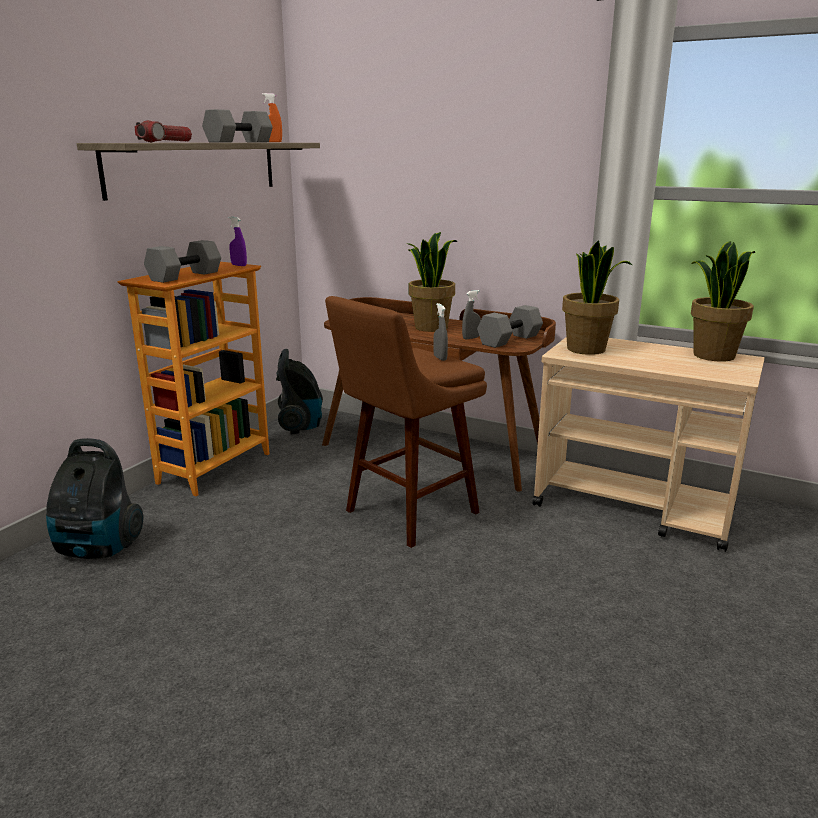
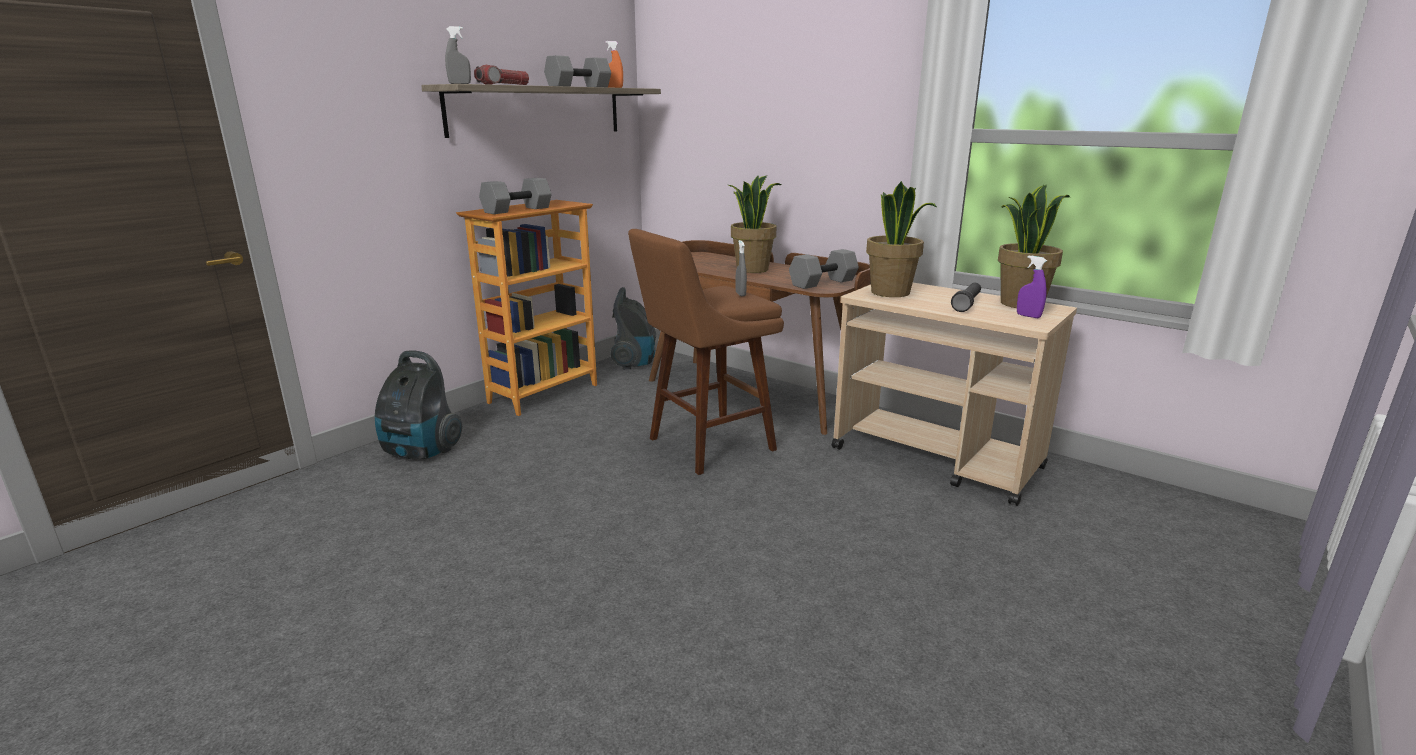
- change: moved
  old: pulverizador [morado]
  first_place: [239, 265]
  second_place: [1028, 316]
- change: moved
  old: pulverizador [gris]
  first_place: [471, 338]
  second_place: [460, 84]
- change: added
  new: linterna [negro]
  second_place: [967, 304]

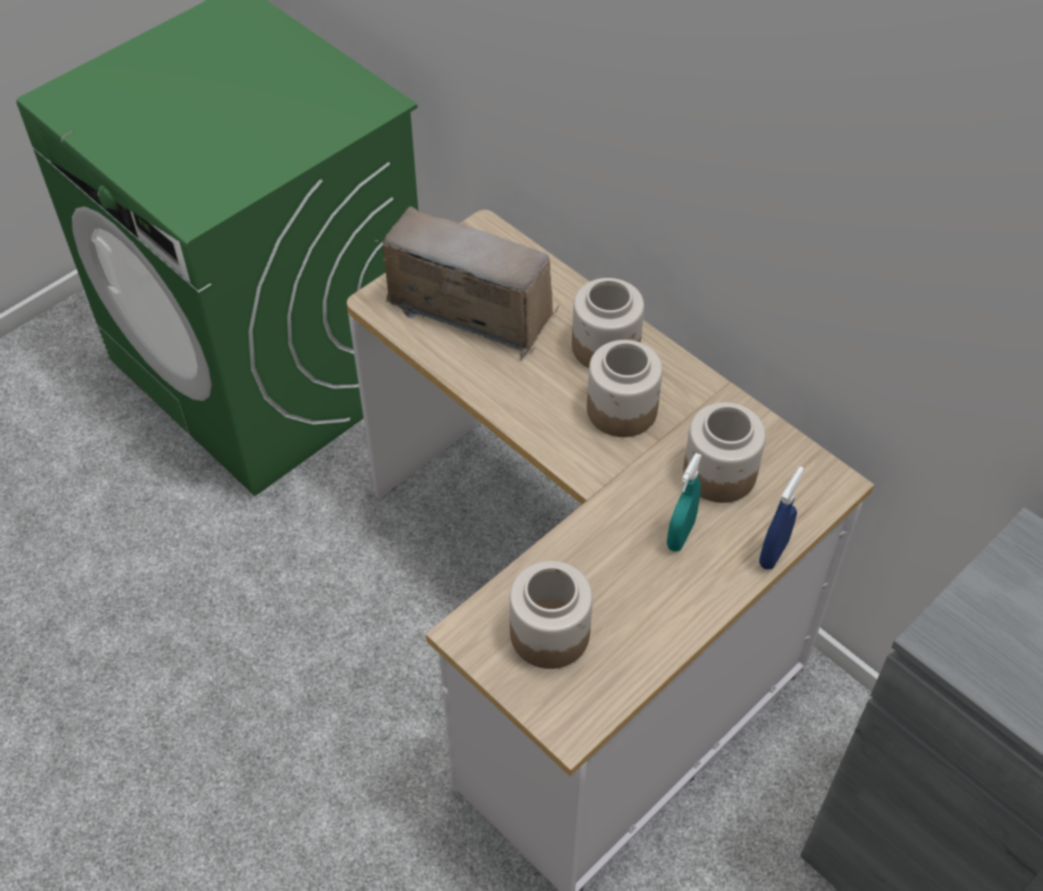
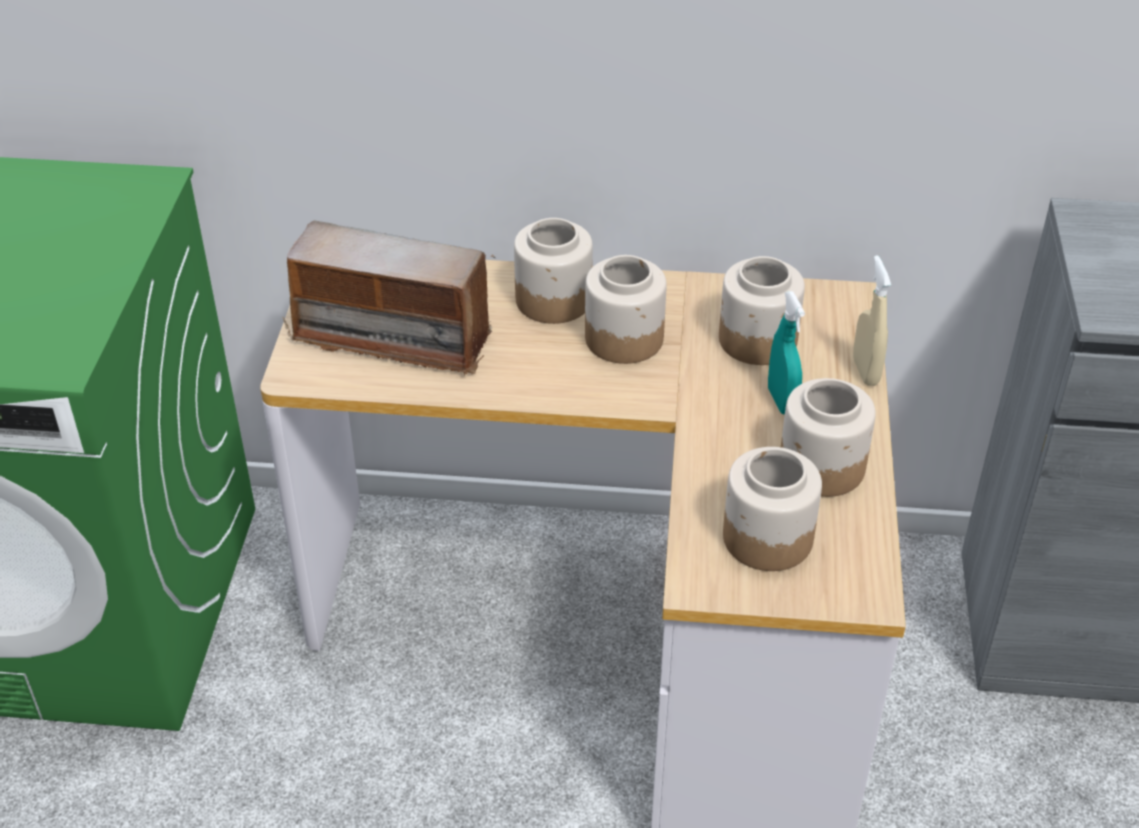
- change: turned
  old: radio
  first_place: [468, 311]
  second_place: [394, 337]
  degrees: -150
- change: recoloured
  old: pulverizador [azul]
  new: pulverizador [beis]
  first_place: [773, 553]
  second_place: [865, 371]
- change: added
  new: tarro
  second_place: [821, 467]

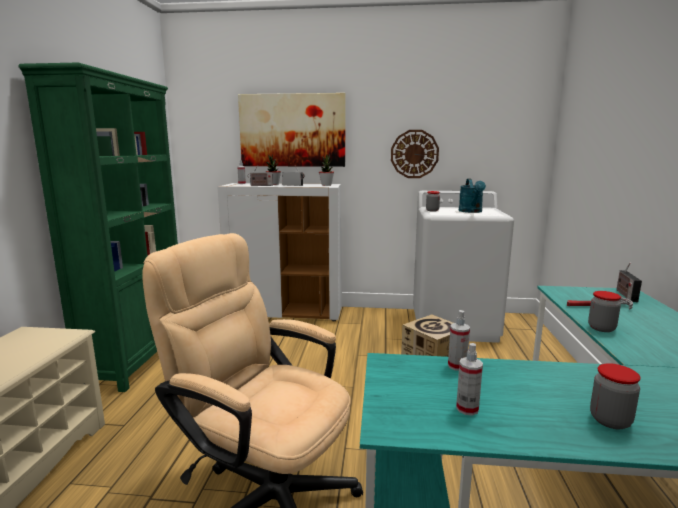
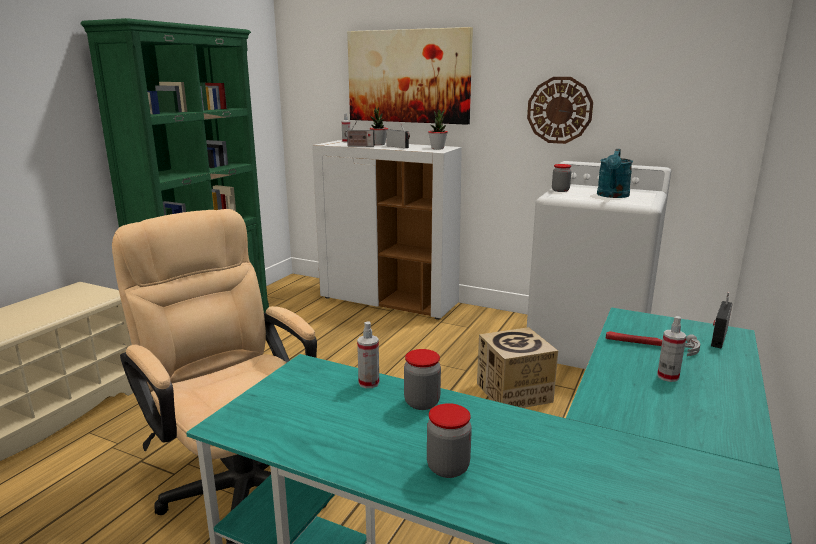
- change: moved
  old: tarro
  first_place: [601, 328]
  second_place: [422, 402]
- change: moved
  old: pulverizador
  first_place: [467, 408]
  second_place: [668, 376]

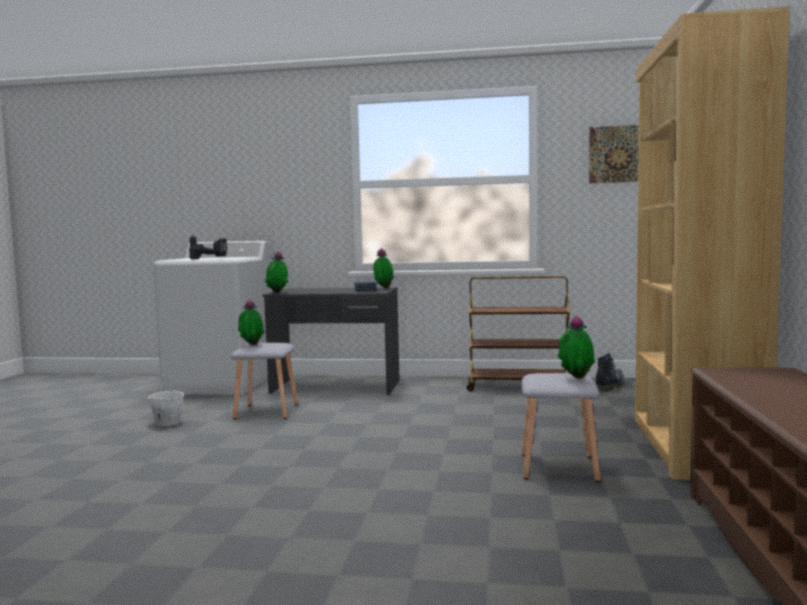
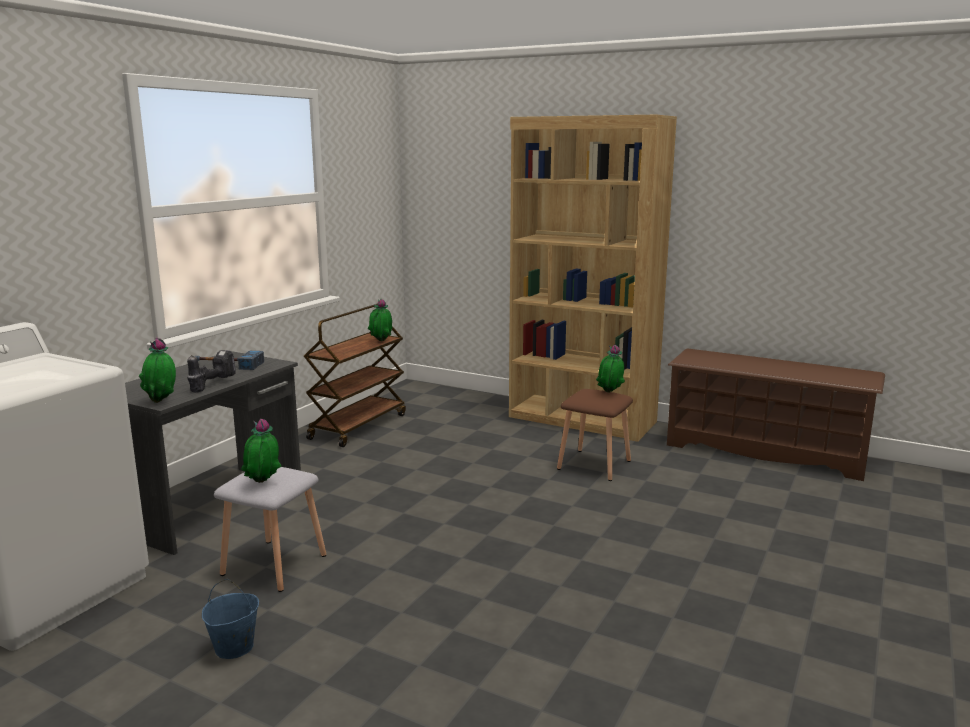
- change: removed
  old: cuadro
  first_place: [617, 154]
- change: moved
  old: taladro
  first_place: [210, 259]
  second_place: [212, 384]
- change: moved
  old: planta en maceta
  first_place: [383, 288]
  second_place: [381, 341]
- change: removed
  old: bota
  first_place: [610, 385]
- change: recoloured
  old: taburete [gris]
  new: taburete [marrón]
  first_place: [559, 468]
  second_place: [595, 465]
- change: recoloured
  old: cubo [blanco]
  new: cubo [azul]
  first_place: [167, 423]
  second_place: [234, 648]

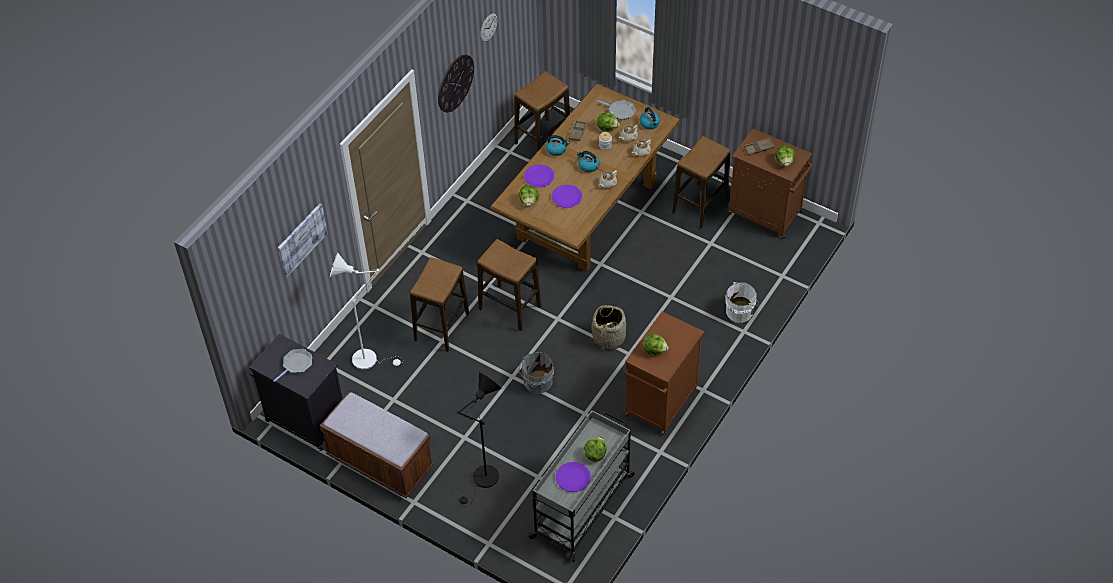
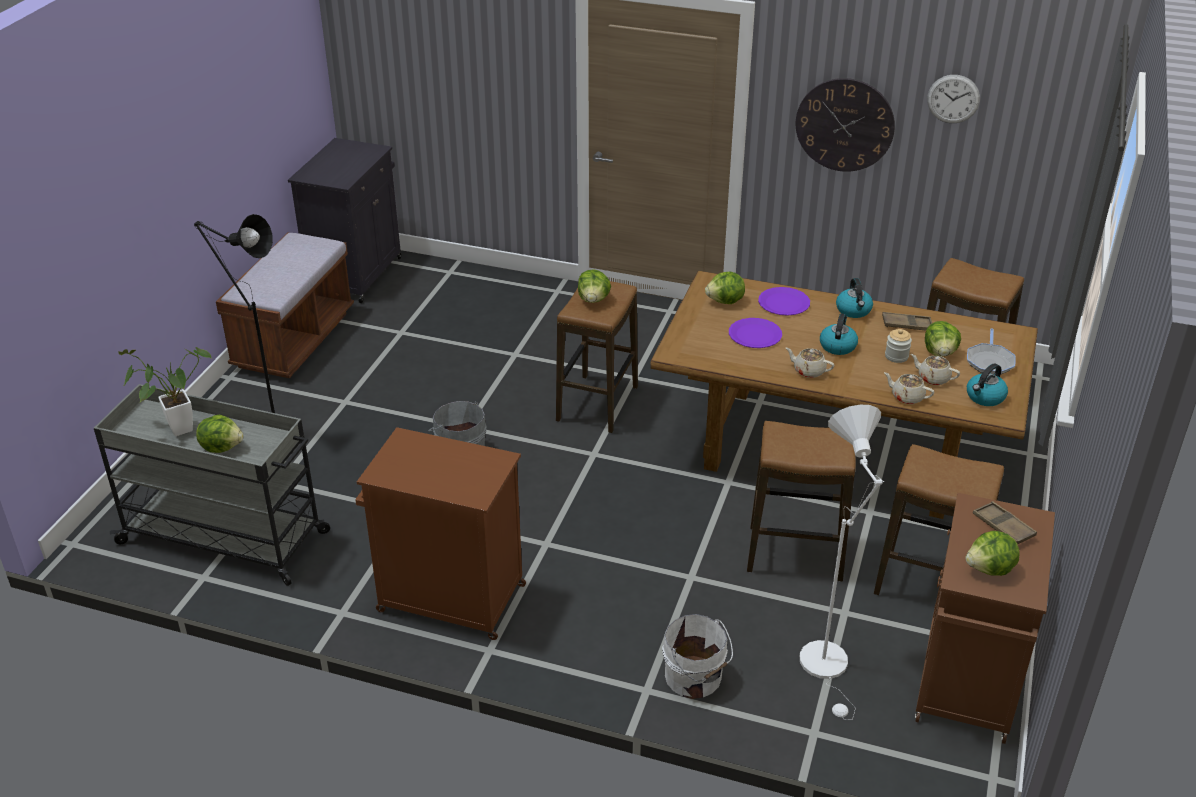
- change: removed
  old: cuadro
  first_place: [301, 239]
- change: moved
  old: lámpara de pie [blanco]
  first_place: [369, 359]
  second_place: [828, 668]
- change: moved
  old: taburete
  first_place: [442, 327]
  second_place: [795, 554]
- change: removed
  old: cesta
  first_place: [609, 337]
- change: moved
  old: lechuga
  first_place: [654, 350]
  second_place: [593, 300]
- change: removed
  old: sartén
  first_place: [296, 364]
- change: replaced
  old: plato [morado]
  new: planta en maceta
  first_place: [573, 477]
  second_place: [175, 431]

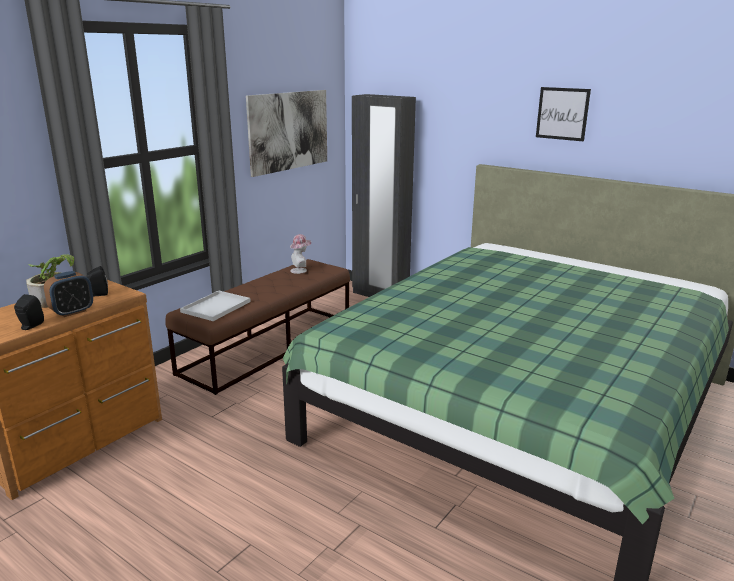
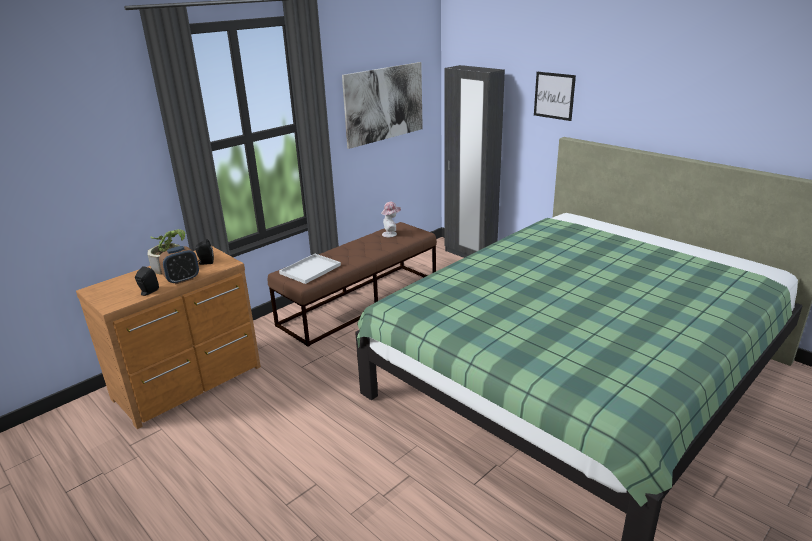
- change: moved
  old: cuadro
  first_place: [562, 113]
  second_place: [554, 96]

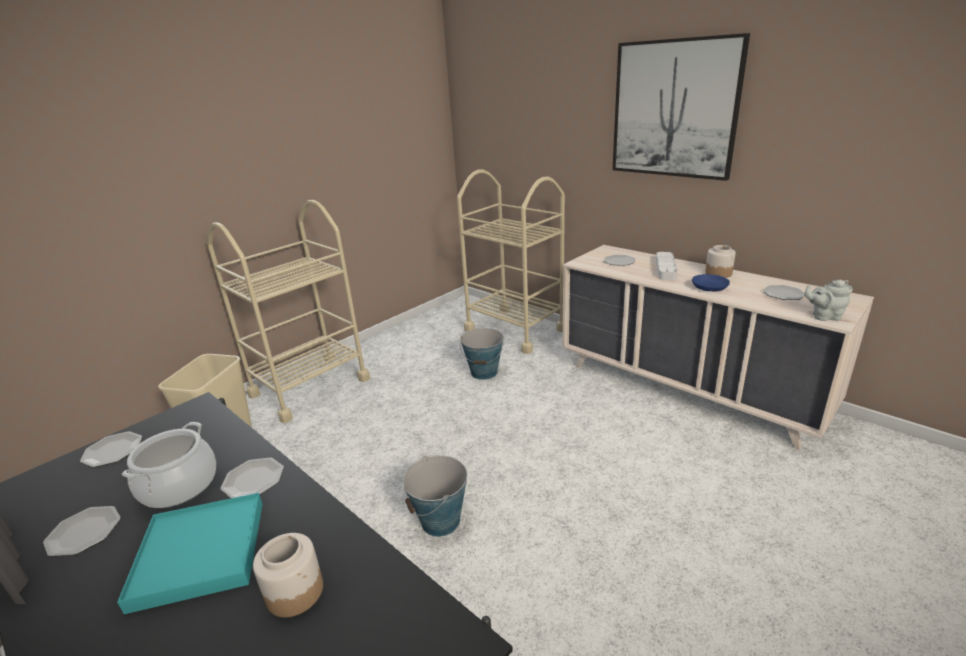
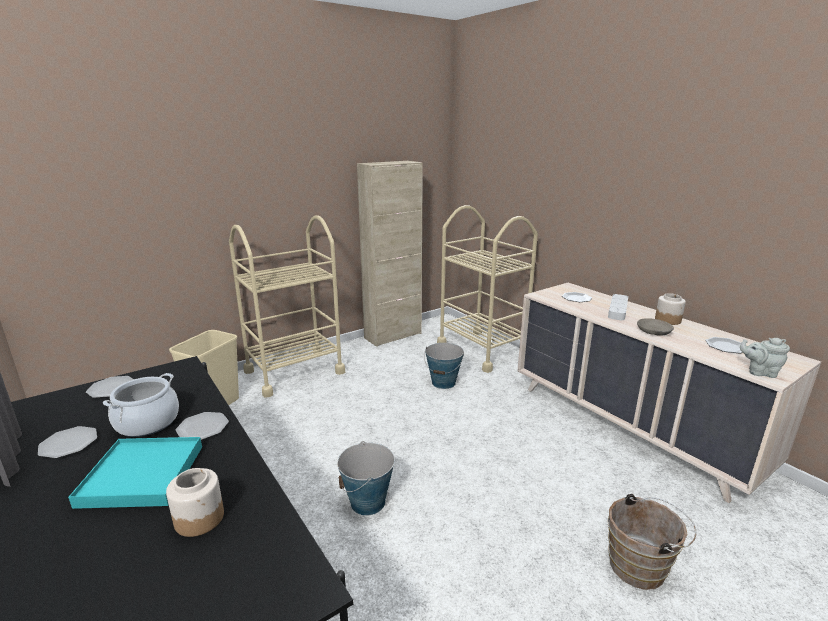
- change: removed
  old: cuadro
  first_place: [674, 109]
- change: recoloured
  old: cuenco [azul]
  new: cuenco [gris]
  first_place: [709, 288]
  second_place: [654, 332]
- change: added
  new: armario [beis]
  second_place: [393, 336]
- change: added
  new: cubo [marrón]
  second_place: [641, 566]

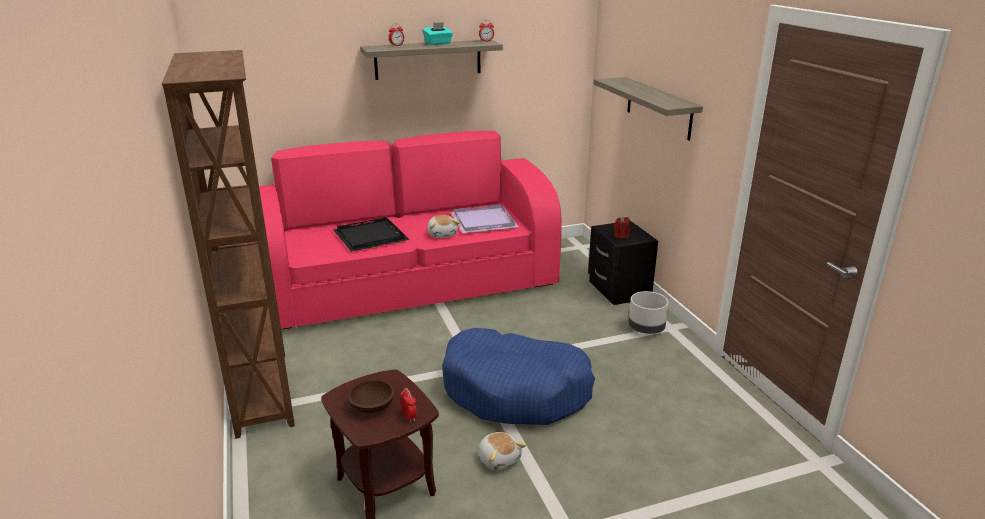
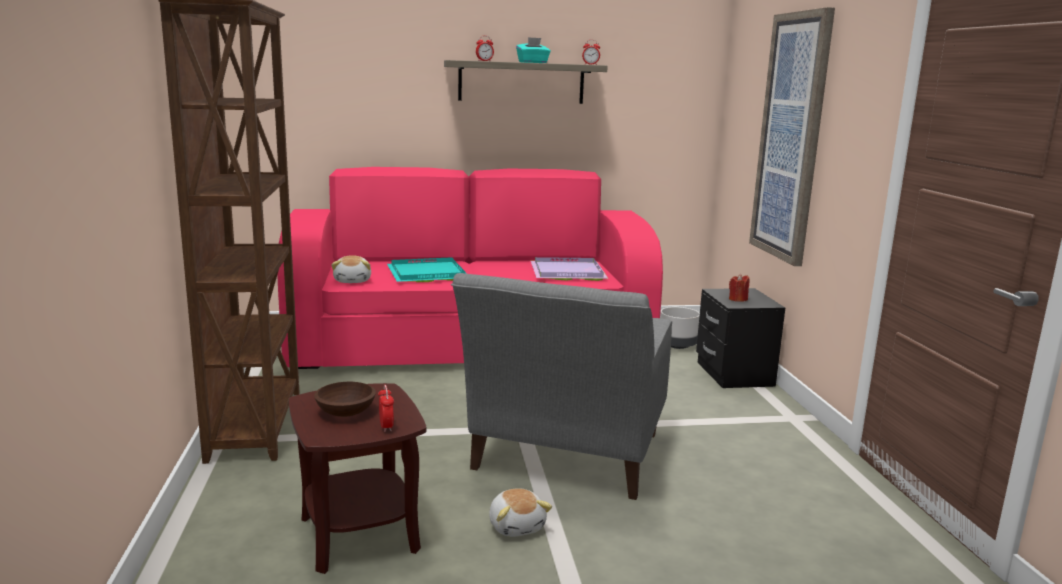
- change: replaced
  old: estante
  new: cuadro
  first_place: [658, 107]
  second_place: [791, 137]
- change: moved
  old: peluche
  first_place: [442, 234]
  second_place: [353, 281]
- change: recoloured
  old: bandeja [negro]
  new: bandeja [turquesa]
  first_place: [372, 237]
  second_place: [429, 274]
- change: moved
  old: maceta [gris]
  first_place: [646, 328]
  second_place: [677, 346]
- change: replaced
  old: cama para perro [azul]
  new: sillón [gris]
  first_place: [516, 391]
  second_place: [565, 458]

